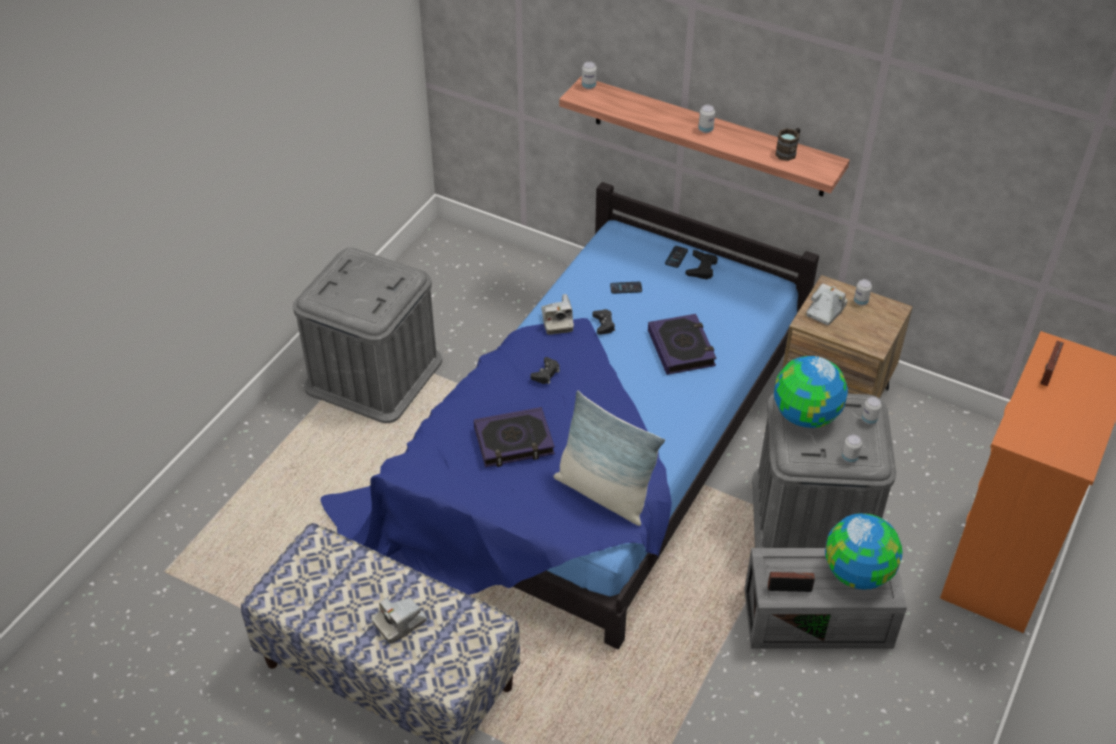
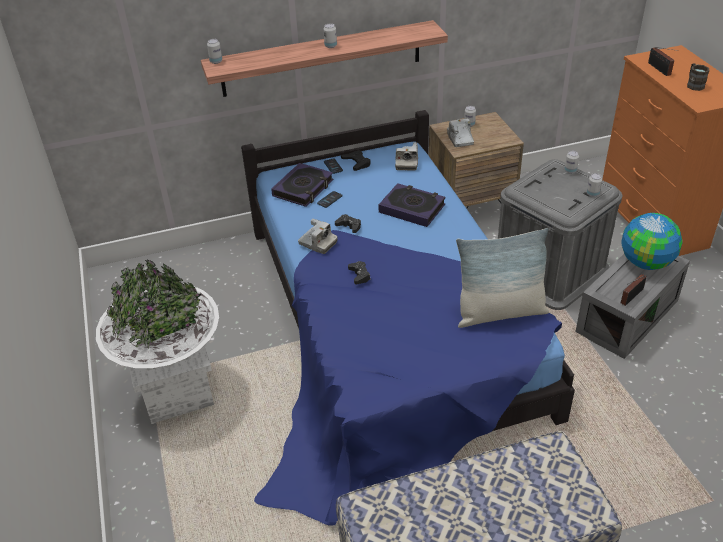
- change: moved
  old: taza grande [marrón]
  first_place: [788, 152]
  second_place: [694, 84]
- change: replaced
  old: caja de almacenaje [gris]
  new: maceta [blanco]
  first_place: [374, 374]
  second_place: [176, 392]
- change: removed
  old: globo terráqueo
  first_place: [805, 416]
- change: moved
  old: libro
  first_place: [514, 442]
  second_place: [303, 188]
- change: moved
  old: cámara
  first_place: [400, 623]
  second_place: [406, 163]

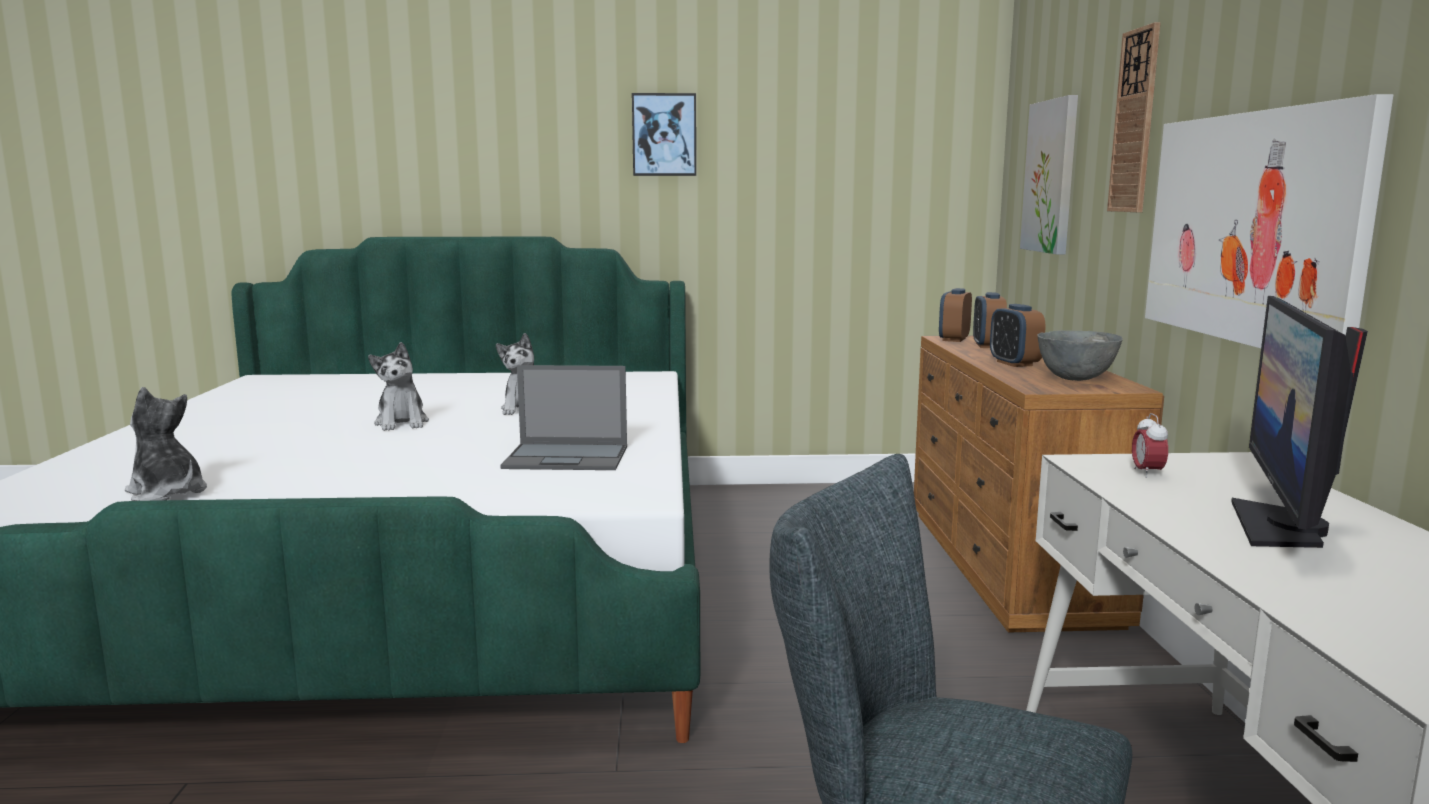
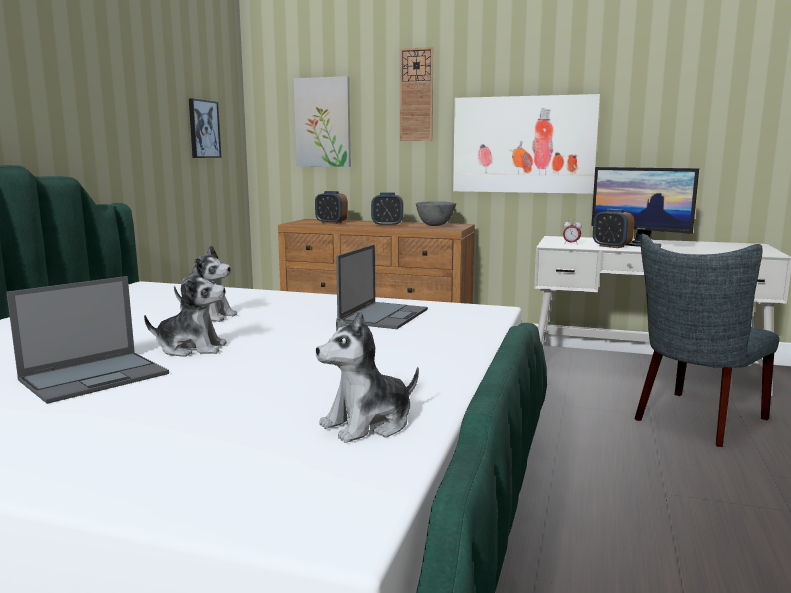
- change: moved
  old: cuadro
  first_place: [664, 135]
  second_place: [203, 129]
- change: moved
  old: despertador
  first_place: [954, 339]
  second_place: [611, 246]
- change: added
  new: portátil
  second_place: [96, 376]

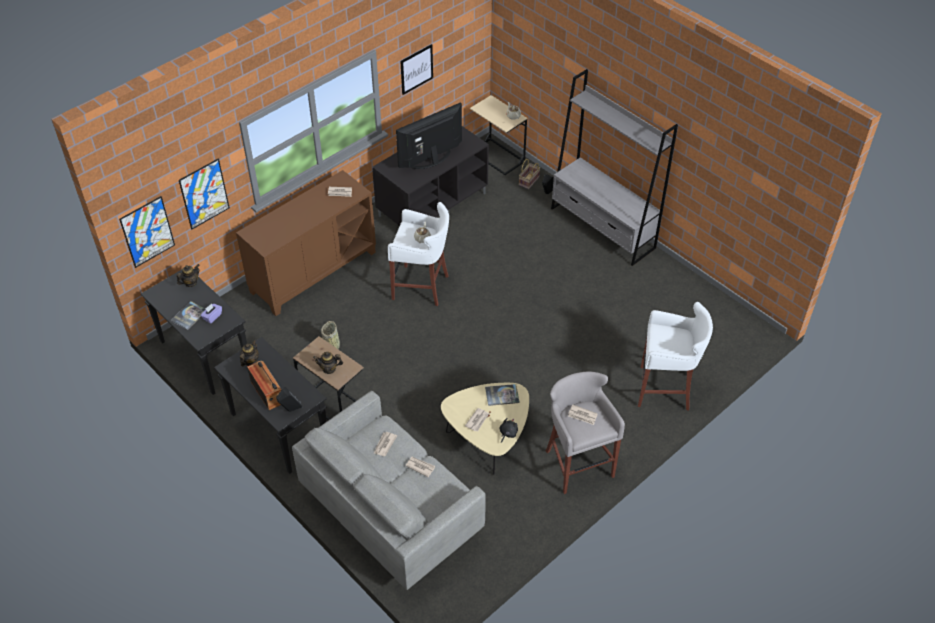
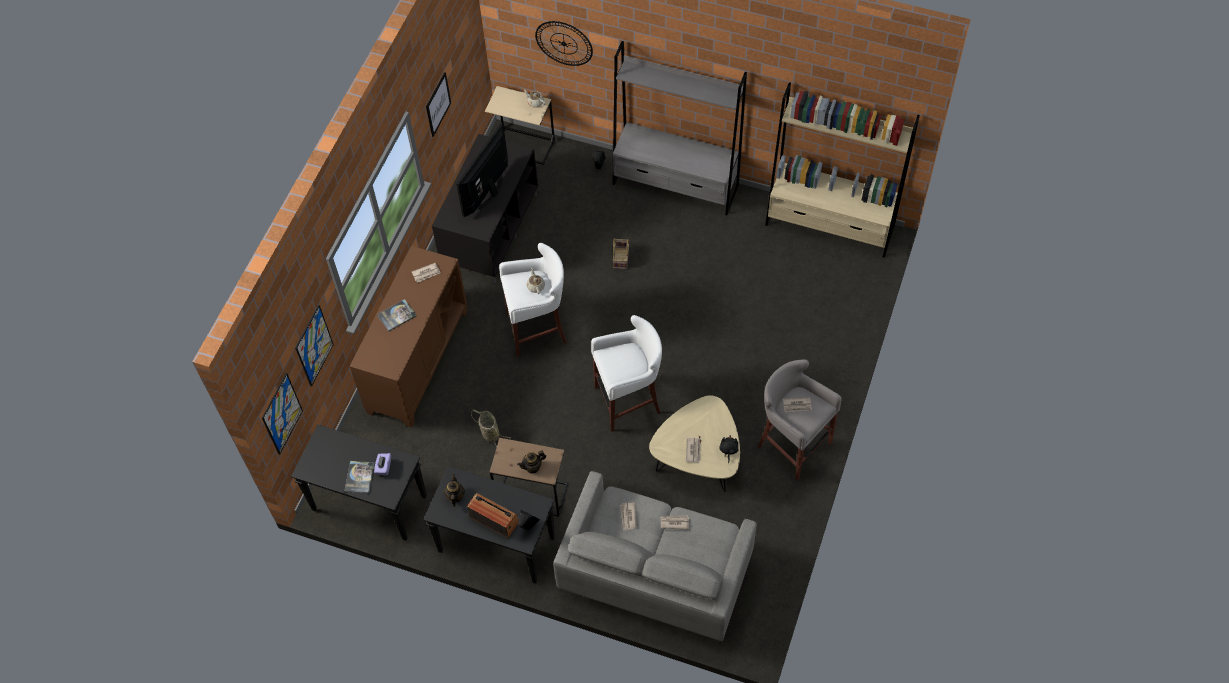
- change: moved
  old: cesta
  first_place: [529, 181]
  second_place: [621, 259]
- change: removed
  old: tetera
  first_place: [190, 283]
- change: moved
  old: taburete [blanco]
  first_place: [666, 389]
  second_place: [629, 400]
- change: moved
  old: libro
  first_place: [502, 395]
  second_place: [396, 315]
- change: added
  new: reloj de pared
  second_place: [564, 43]
- change: added
  new: estantería [beis]
  second_place: [830, 226]

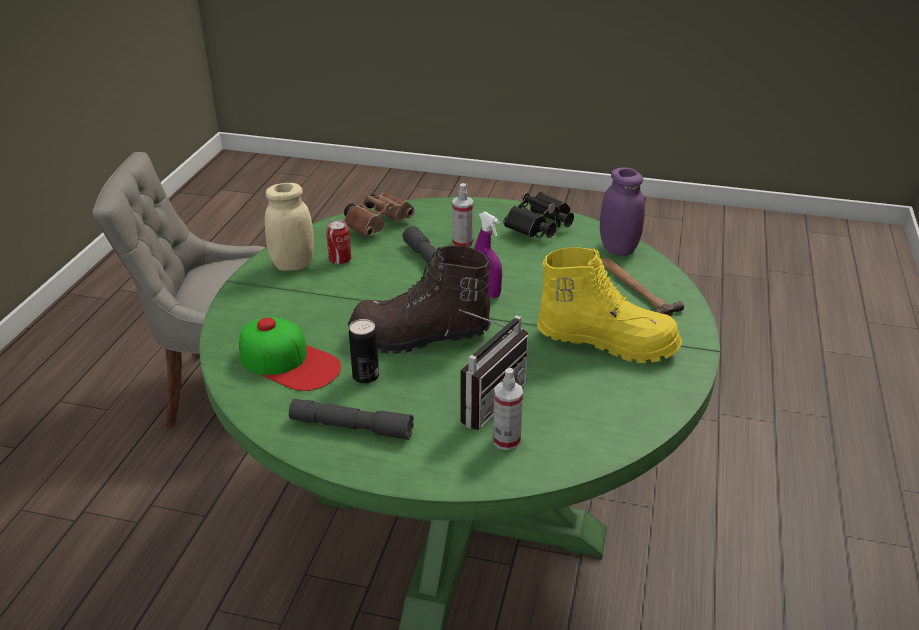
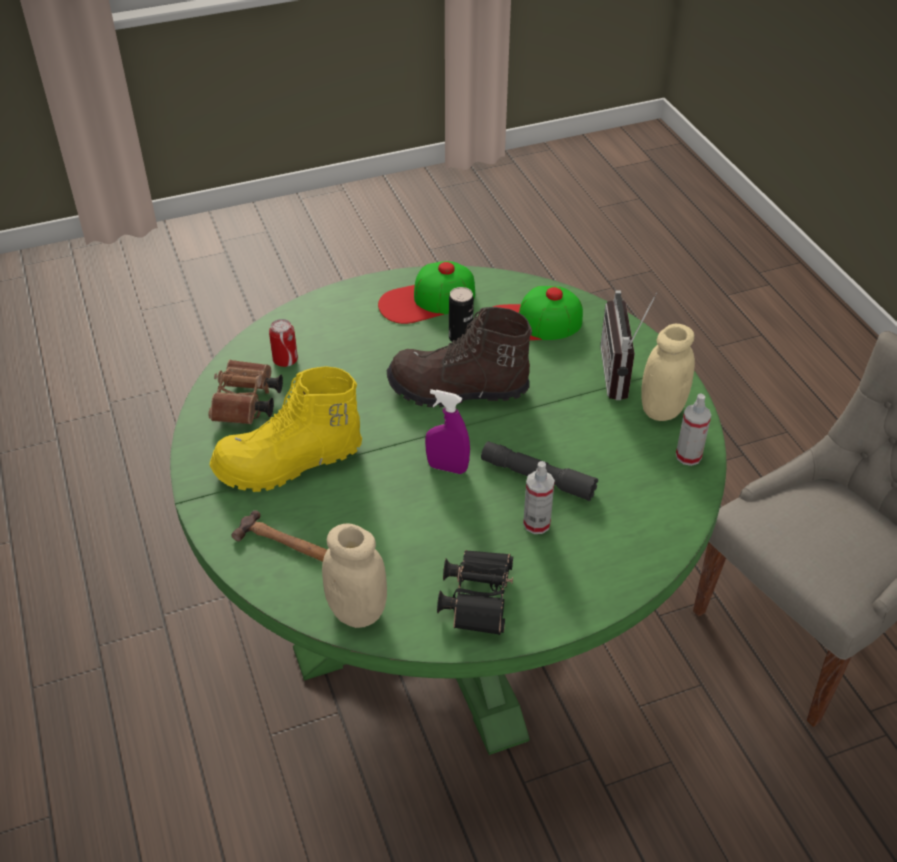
- change: recoloured
  old: tarro [morado]
  new: tarro [beis]
  first_place: [618, 248]
  second_place: [357, 611]
- change: moved
  old: prismáticos [marrón]
  first_place: [379, 224]
  second_place: [246, 405]
- change: moved
  old: lata
  first_place: [340, 260]
  second_place: [285, 360]
- change: turned
  old: bota [marrón]
  first_place: [420, 336]
  second_place: [457, 390]
  degrees: -135
- change: moved
  old: radio
  first_place: [485, 399]
  second_place: [624, 374]
- change: moved
  old: pulverizador
  first_place: [506, 440]
  second_place: [688, 456]
- change: replaced
  old: linterna [gris]
  new: gorra
  first_place: [351, 427]
  second_place: [427, 300]

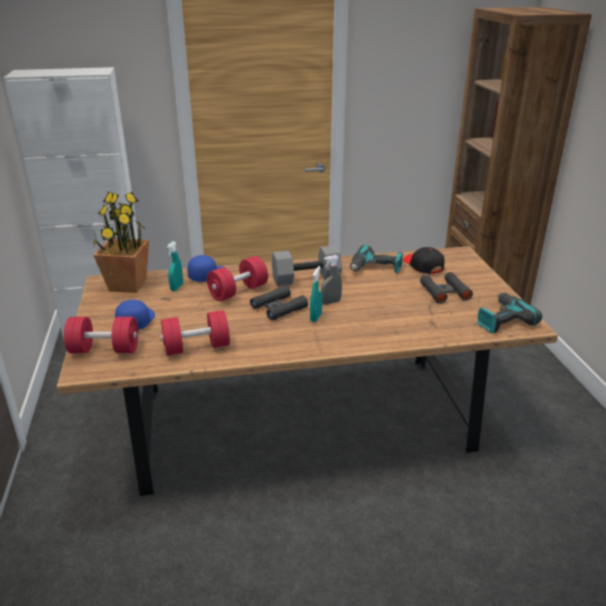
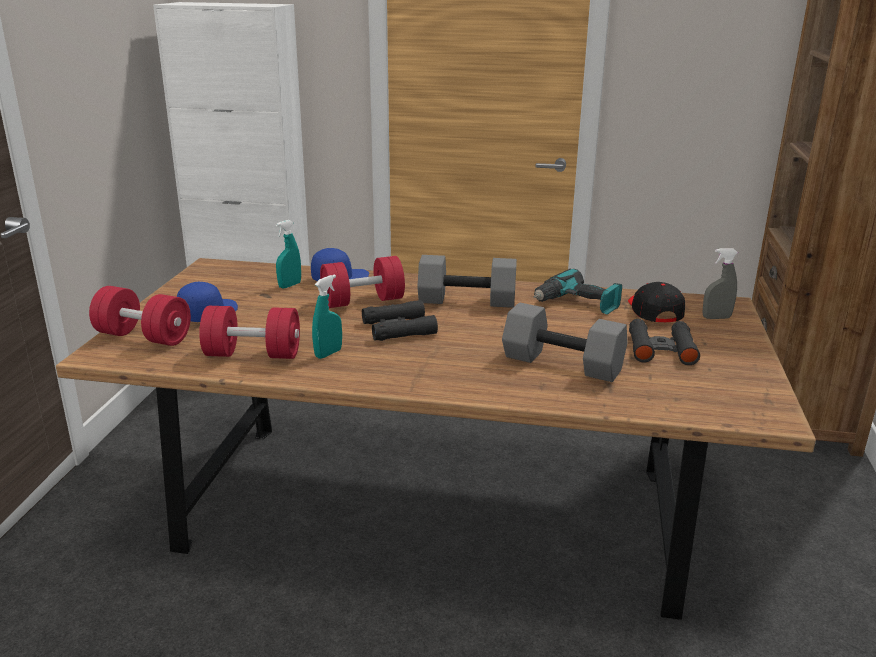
- change: removed
  old: planta en maceta
  first_place: [127, 285]
- change: moved
  old: pulverizador [gris]
  first_place: [331, 302]
  second_place: [716, 317]
- change: moved
  old: pulverizador [turquesa]
  first_place: [316, 317]
  second_place: [328, 353]
- change: removed
  old: taladro
  first_place: [501, 320]
- change: added
  new: mancuerna [gris]
  second_place: [560, 364]

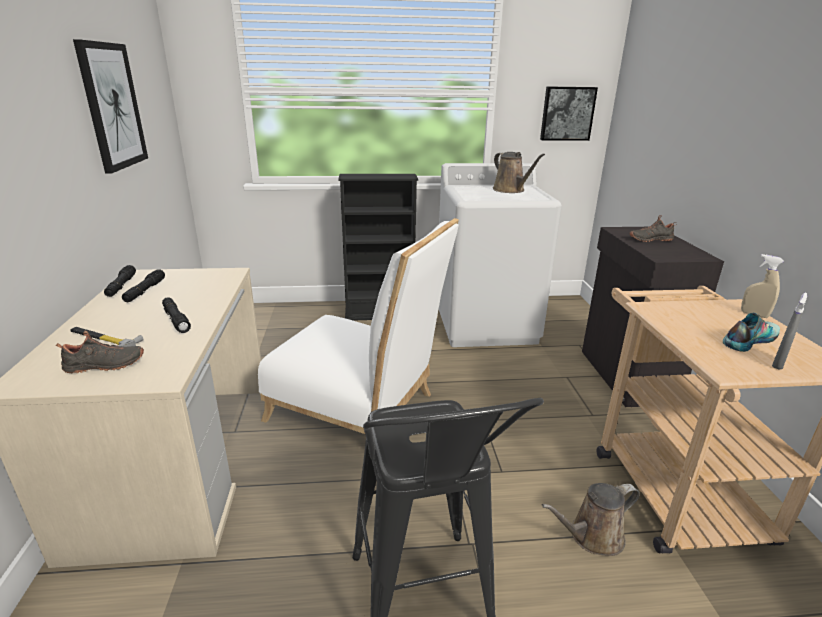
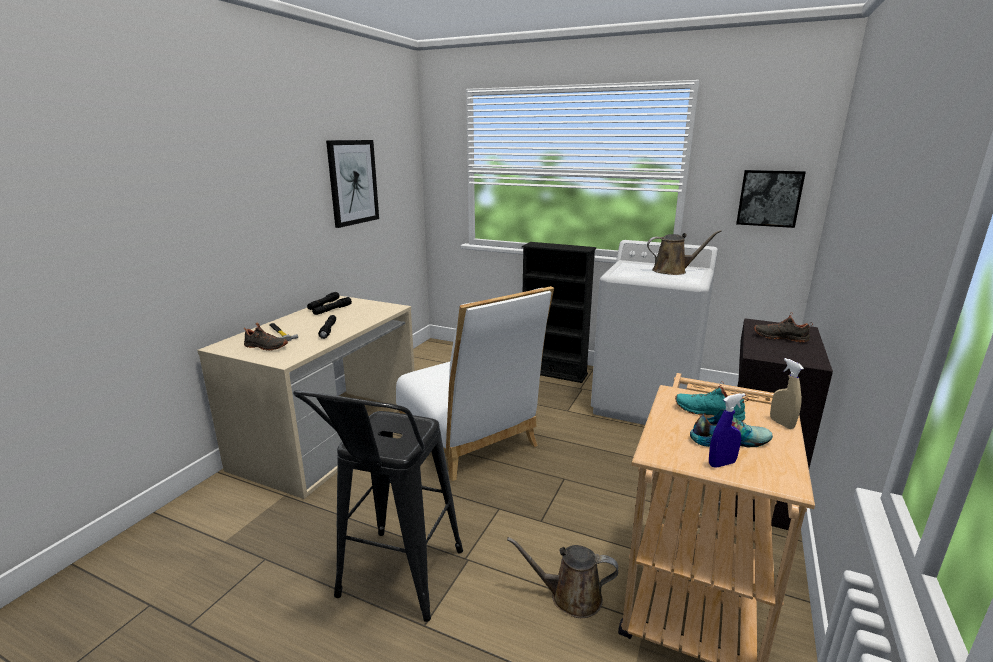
- change: turned
  old: regadera [marrón]
  first_place: [510, 190]
  second_place: [673, 271]
  degrees: -90
- change: recoloured
  old: pulverizador [gris]
  new: pulverizador [azul]
  first_place: [778, 364]
  second_place: [722, 463]
- change: added
  new: zapato [turquesa]
  second_place: [708, 412]

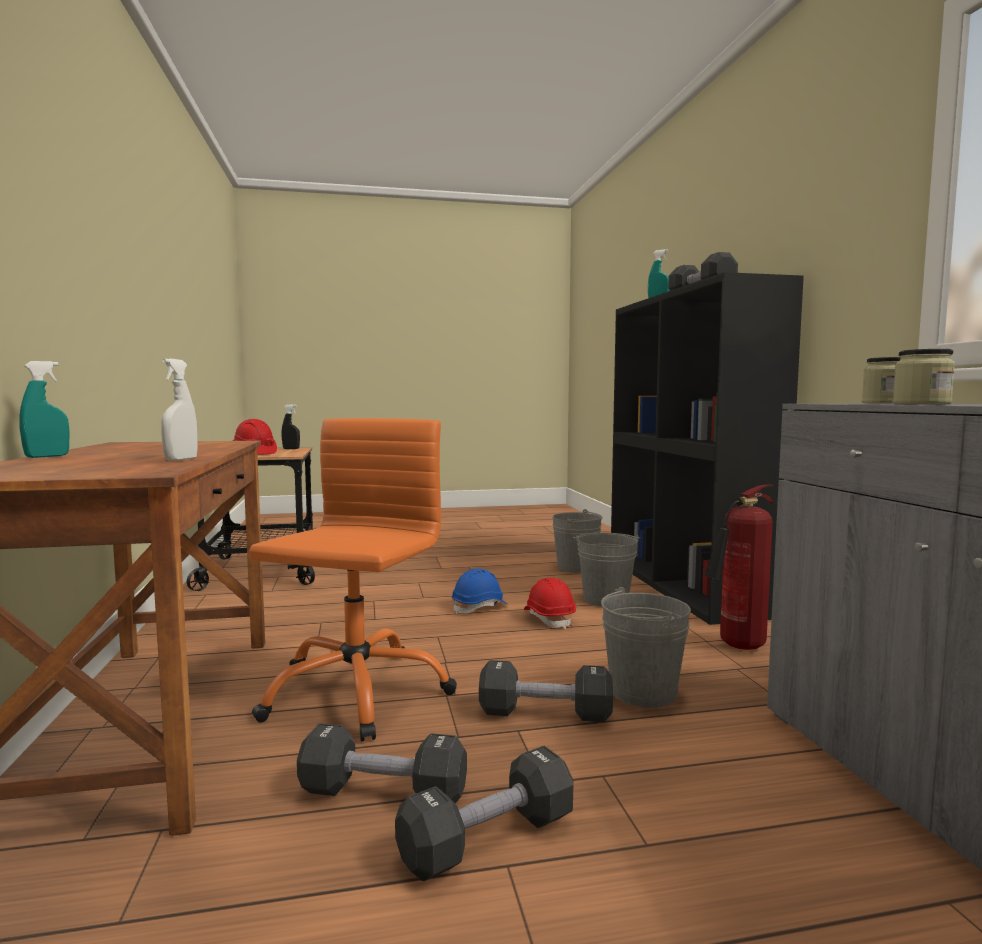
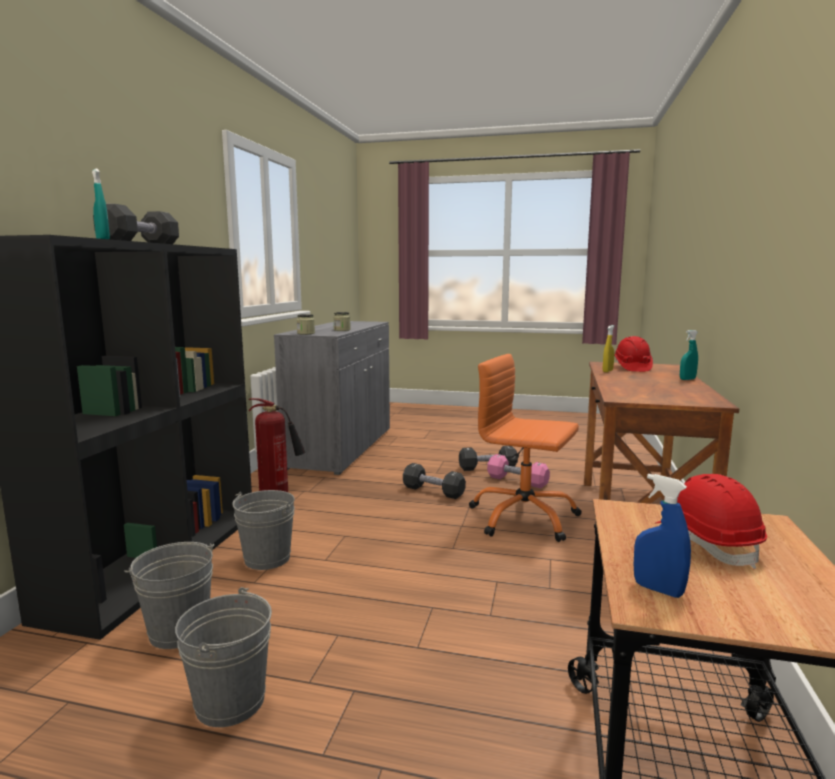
- change: recoloured
  old: pulverizador [blanco]
  new: pulverizador [amarillo]
  first_place: [181, 459]
  second_place: [607, 371]
- change: recoloured
  old: pulverizador [negro]
  new: pulverizador [azul]
  first_place: [291, 449]
  second_place: [658, 589]
- change: turned
  old: silla de oficina [naranja]
  first_place: [355, 692]
  second_place: [523, 518]
  degrees: 75
- change: removed
  old: casco [azul]
  first_place: [480, 607]
- change: moved
  old: casco [rojo]
  first_place: [549, 618]
  second_place: [632, 368]
- change: moved
  old: cubo [gris]
  first_place: [642, 692]
  second_place: [230, 701]
- change: recoloured
  old: mancuerna [negro]
  new: mancuerna [rosa]
  first_place: [383, 793]
  second_place: [517, 481]

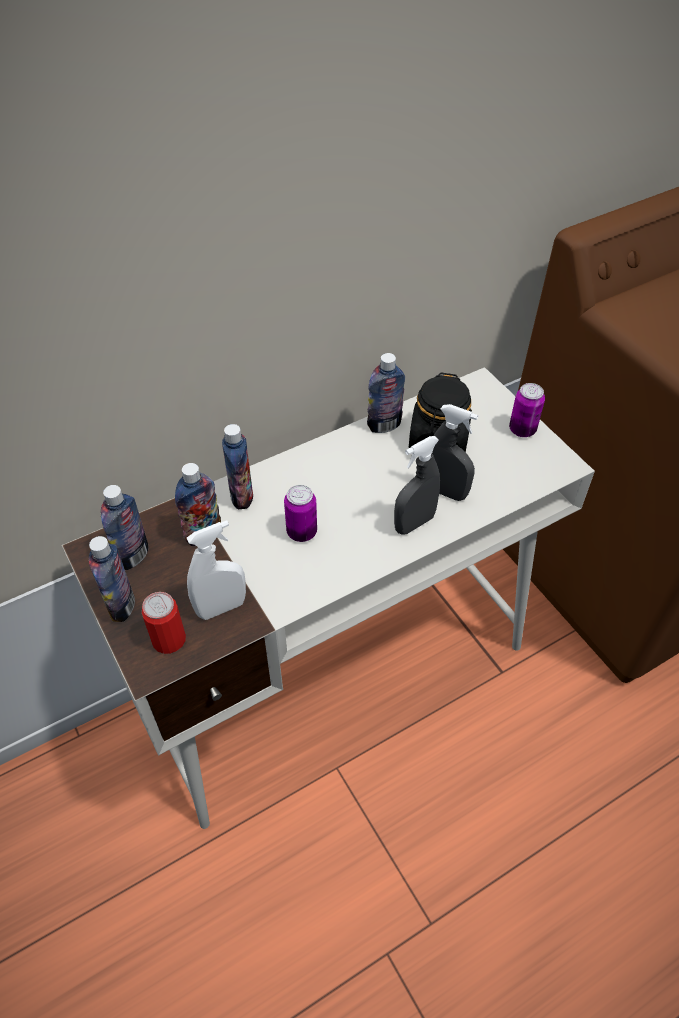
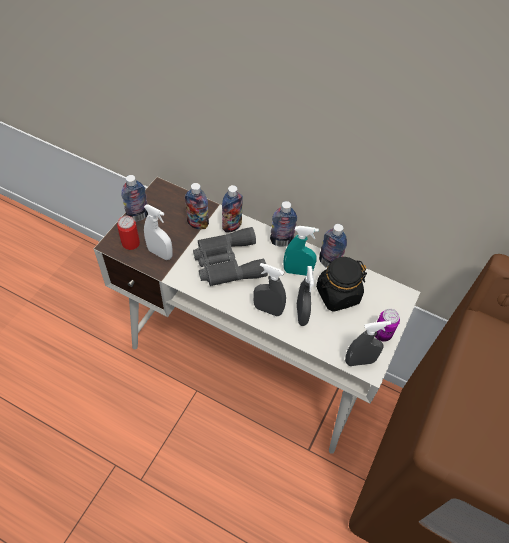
- change: moved
  old: botella
  first_place: [133, 556]
  second_place: [281, 241]
- change: replaced
  old: lata
  new: prismáticos [gris]
  first_place: [301, 532]
  second_place: [226, 262]
- change: added
  new: pulverizador [turquesa]
  second_place: [297, 271]
- change: added
  new: pulverizador [gris]
  second_place: [359, 361]

